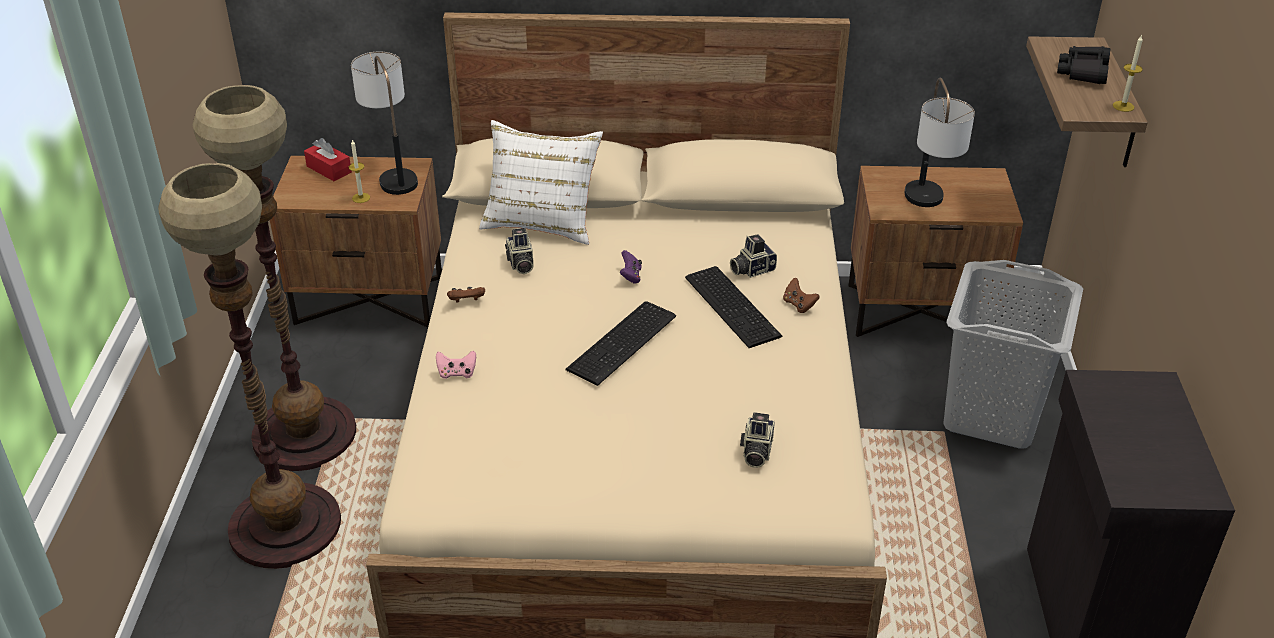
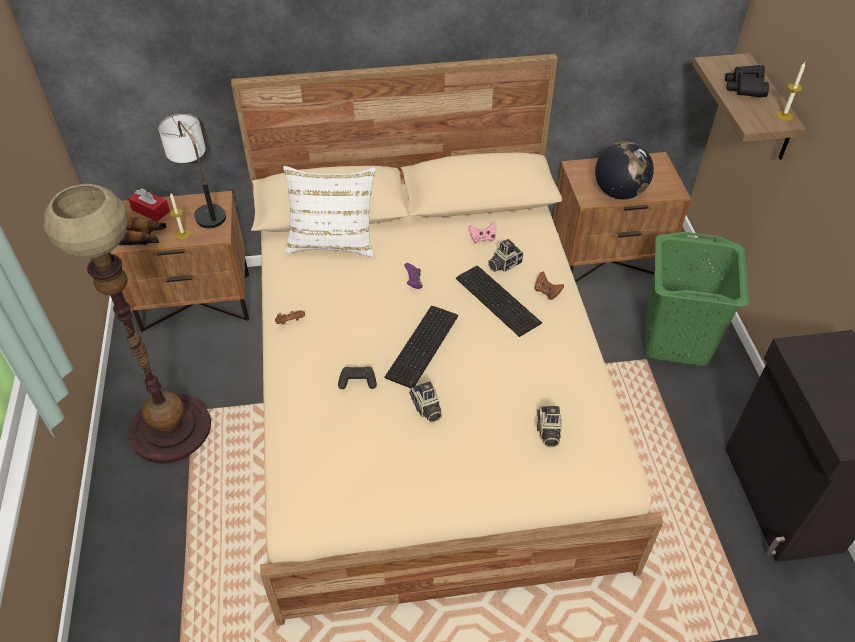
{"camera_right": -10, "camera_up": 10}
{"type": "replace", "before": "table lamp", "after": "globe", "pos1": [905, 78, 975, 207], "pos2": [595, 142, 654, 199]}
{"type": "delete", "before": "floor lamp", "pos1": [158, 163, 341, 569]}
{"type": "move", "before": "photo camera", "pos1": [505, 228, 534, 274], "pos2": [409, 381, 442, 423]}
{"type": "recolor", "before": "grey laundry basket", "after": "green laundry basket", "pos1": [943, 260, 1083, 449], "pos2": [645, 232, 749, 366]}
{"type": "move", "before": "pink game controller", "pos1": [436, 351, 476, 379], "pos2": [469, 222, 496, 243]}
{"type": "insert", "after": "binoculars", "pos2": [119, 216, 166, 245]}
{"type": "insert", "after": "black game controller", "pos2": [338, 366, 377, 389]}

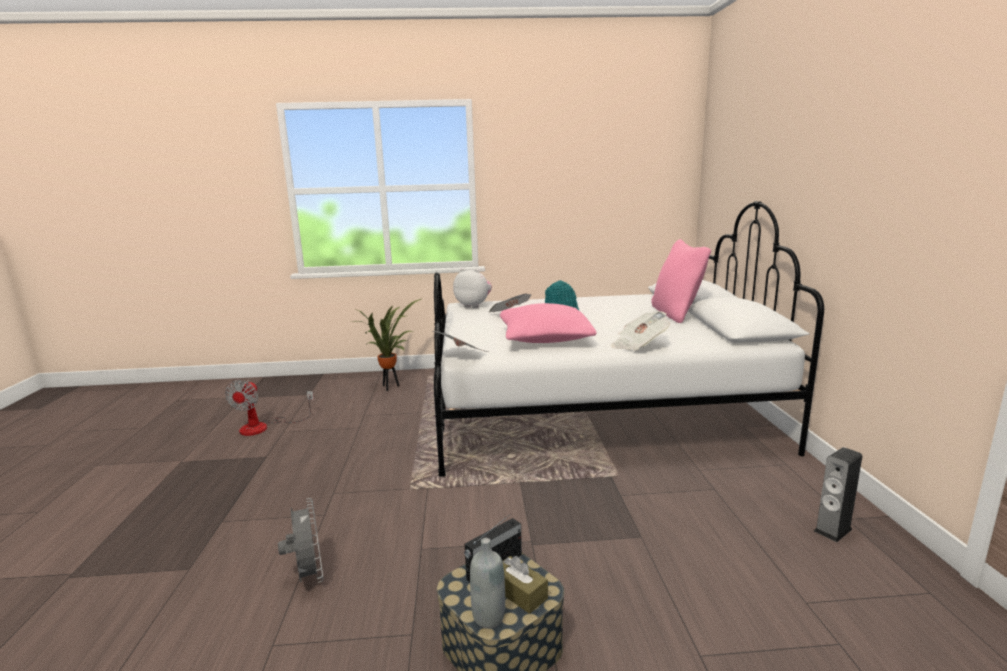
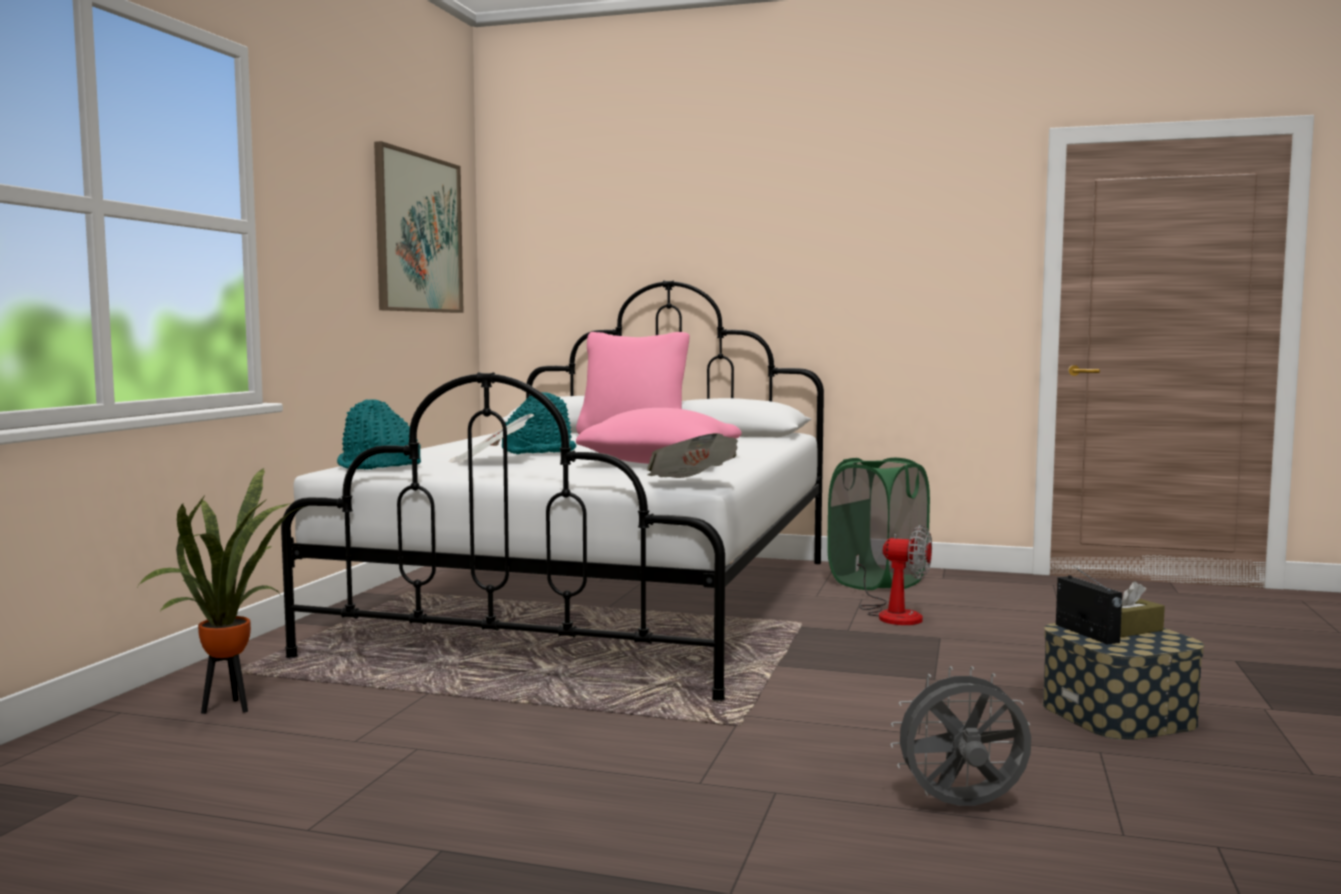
{"camera_right": -70, "camera_up": -10}
{"type": "replace", "before": "plush toy", "after": "turquoise hat", "pos1": [453, 268, 492, 308], "pos2": [337, 399, 421, 470]}
{"type": "delete", "before": "newspaper", "pos1": [611, 311, 670, 351]}
{"type": "move", "before": "fan", "pos1": [225, 380, 314, 436], "pos2": [856, 525, 932, 625]}
{"type": "delete", "before": "speaker", "pos1": [814, 447, 862, 542]}
{"type": "delete", "before": "grey bottle", "pos1": [470, 538, 505, 629]}
{"type": "insert", "after": "picture", "pos2": [374, 141, 464, 313]}
{"type": "insert", "after": "green laundry basket", "pos2": [827, 458, 930, 590]}

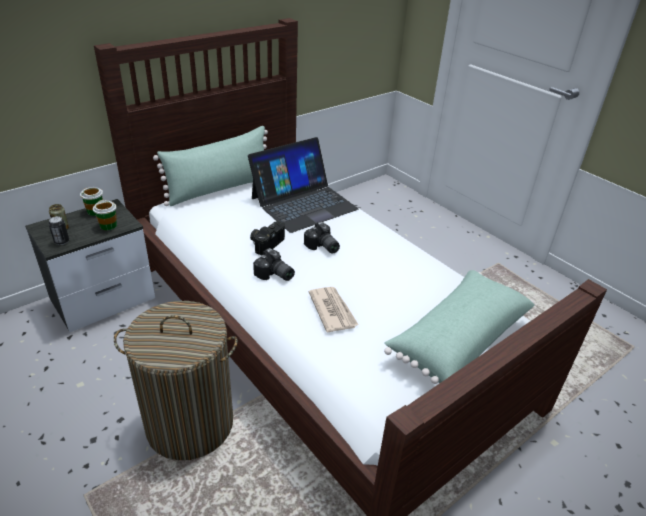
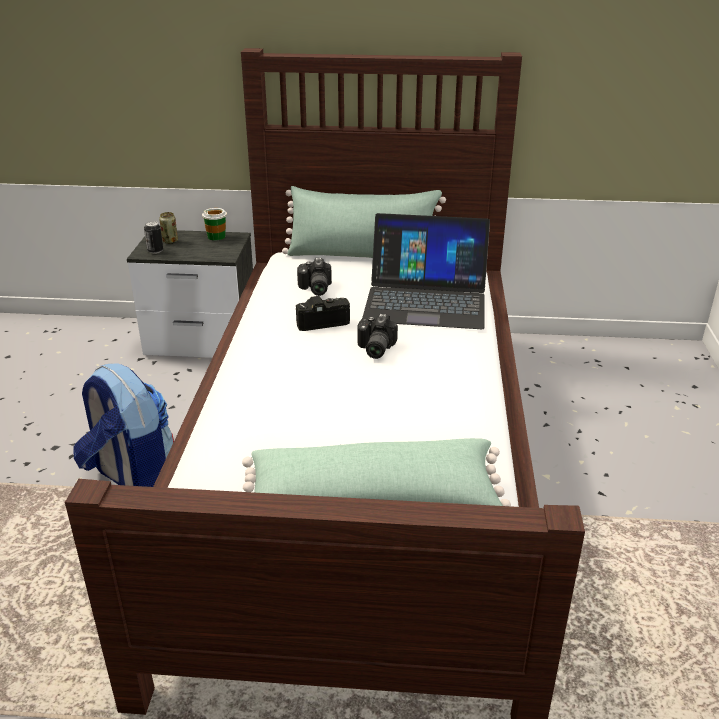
{"camera_right": 45, "camera_up": -5}
{"type": "delete", "before": "cup", "pos1": [93, 200, 117, 230]}
{"type": "move", "before": "photo camera", "pos1": [253, 248, 295, 281], "pos2": [297, 258, 332, 296]}
{"type": "delete", "before": "newspaper", "pos1": [309, 287, 359, 332]}
{"type": "replace", "before": "laundry basket", "after": "backpack", "pos1": [114, 301, 238, 460], "pos2": [73, 363, 174, 487]}

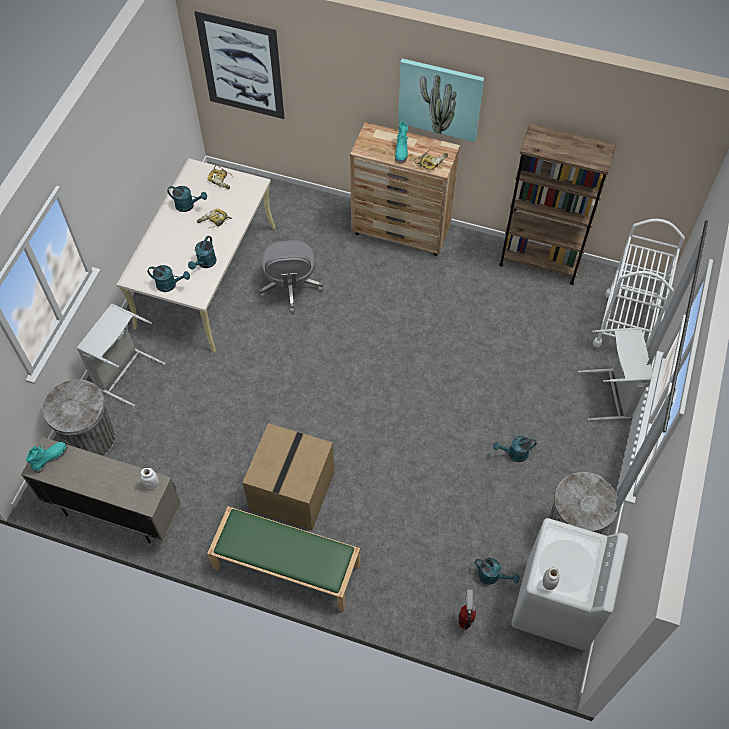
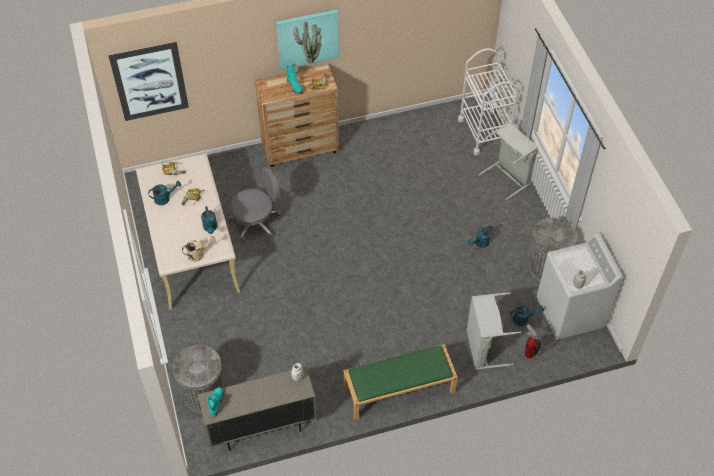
{"camera_right": -35, "camera_up": -5}
{"type": "delete", "before": "brown bookcase", "pos1": [499, 124, 616, 285]}
{"type": "rotate", "before": "grey office chair", "pos1": [259, 240, 323, 313], "pos2": [228, 167, 280, 243], "turn": -75}
{"type": "recolor", "before": "turquoise watering can", "after": "beige watering can", "pos1": [148, 265, 190, 292], "pos2": [182, 236, 216, 262]}
{"type": "move", "before": "grey laundry basket", "pos1": [77, 303, 165, 406], "pos2": [467, 292, 521, 370]}
{"type": "delete", "before": "cardboard box", "pos1": [242, 423, 335, 530]}

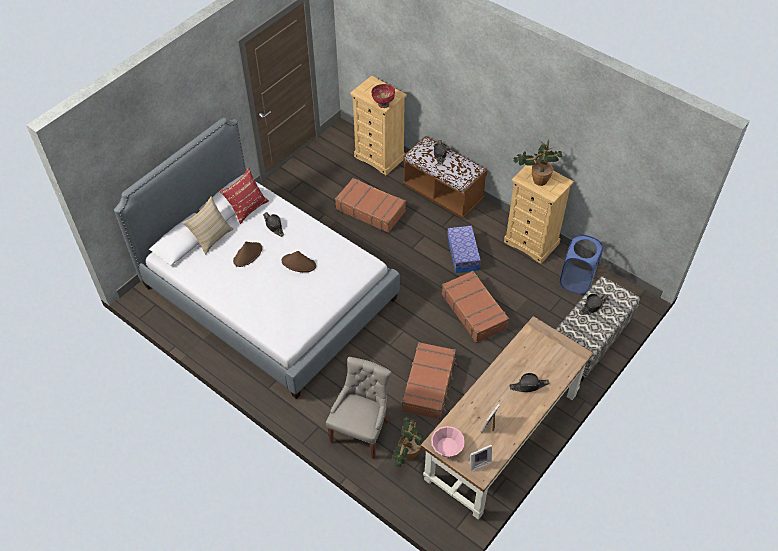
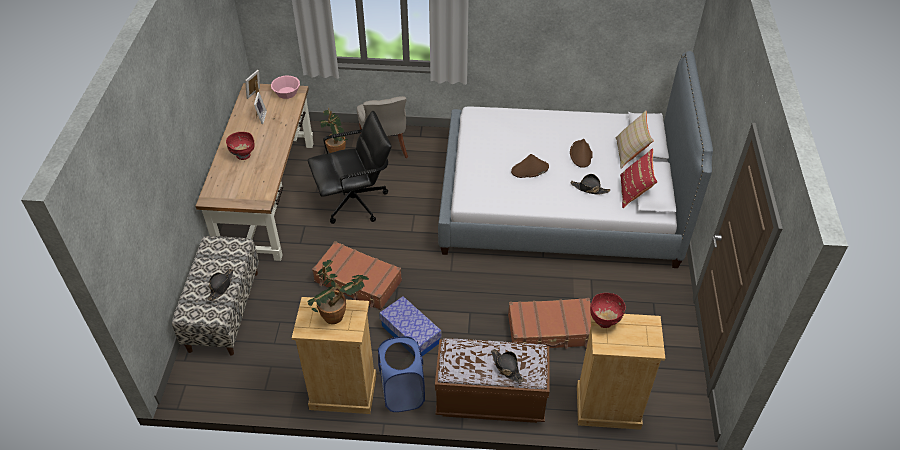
{"camera_right": 145, "camera_up": -5}
{"type": "move", "before": "blue laundry basket", "pos1": [560, 235, 603, 295], "pos2": [378, 336, 425, 412]}
{"type": "replace", "before": "brown suitcase", "after": "black office chair", "pos1": [402, 342, 457, 419], "pos2": [308, 111, 392, 224]}
{"type": "replace", "before": "black hat", "after": "red bowl", "pos1": [509, 373, 549, 392], "pos2": [226, 132, 255, 160]}

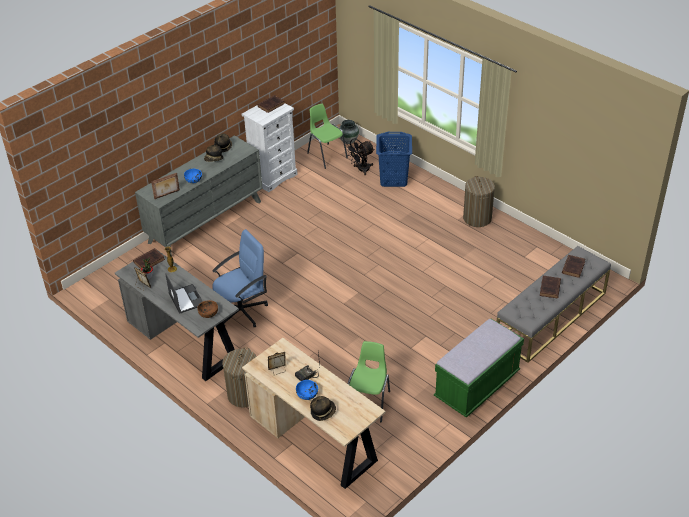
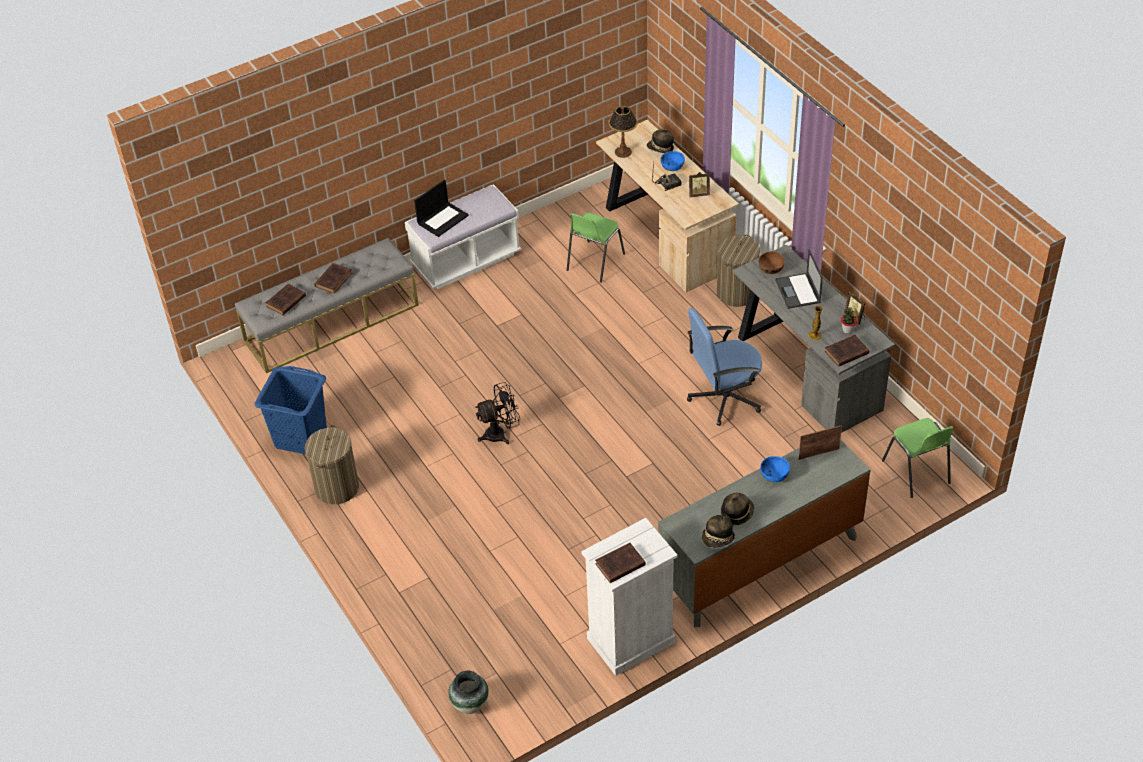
{"camera_right": -165, "camera_up": 5}
{"type": "move", "before": "green chair", "pos1": [307, 104, 348, 169], "pos2": [882, 418, 953, 498]}
{"type": "move", "before": "blue laundry basket", "pos1": [376, 132, 412, 187], "pos2": [254, 366, 327, 454]}
{"type": "move", "before": "black fan", "pos1": [345, 138, 375, 175], "pos2": [475, 382, 520, 444]}
{"type": "recolor", "before": "green bench", "after": "white bench", "pos1": [434, 319, 524, 417], "pos2": [405, 184, 521, 289]}
{"type": "insert", "after": "table lamp", "pos2": [608, 106, 638, 158]}
{"type": "insert", "after": "laptop", "pos2": [414, 179, 469, 237]}

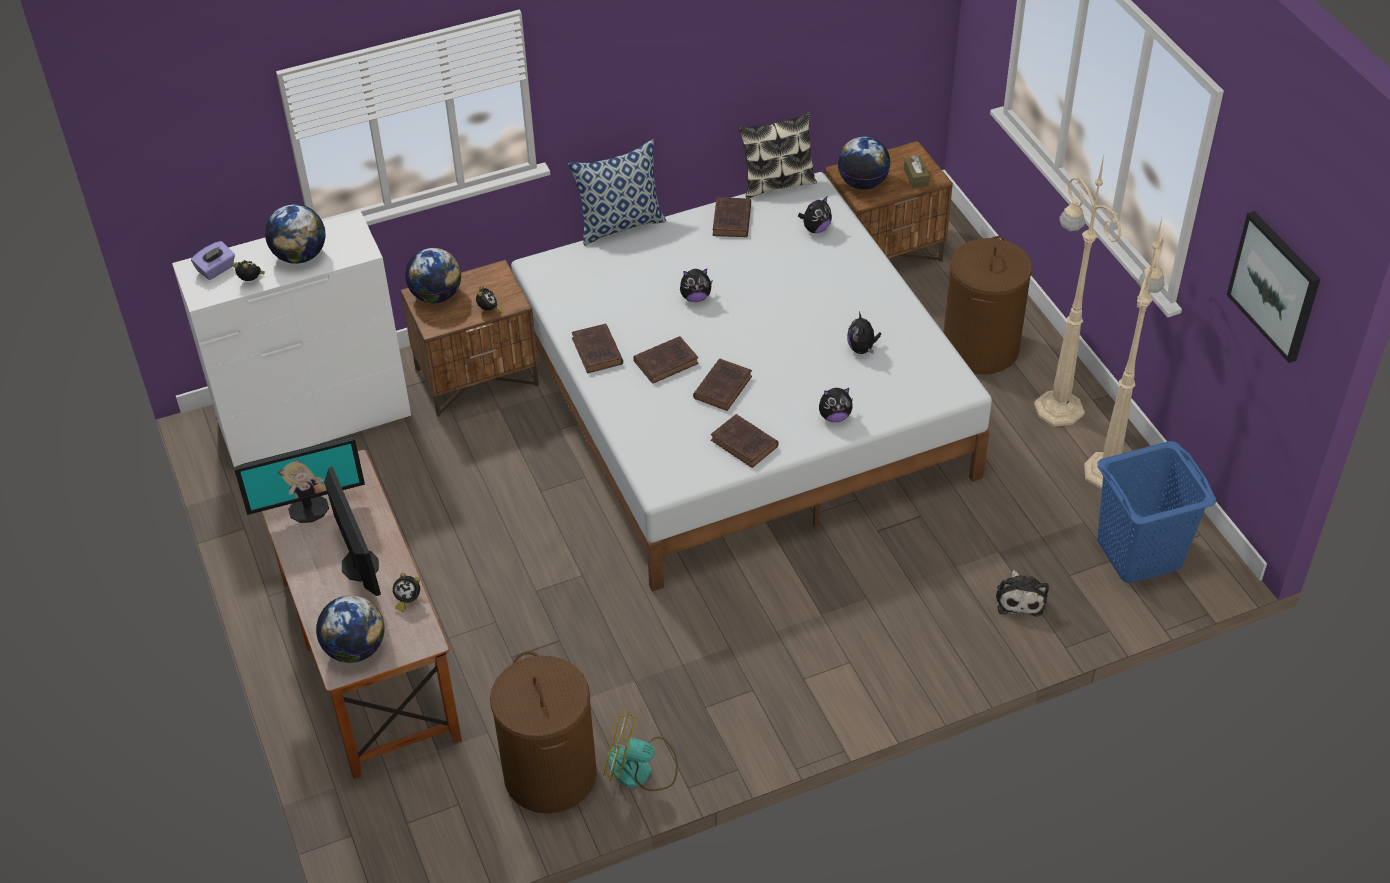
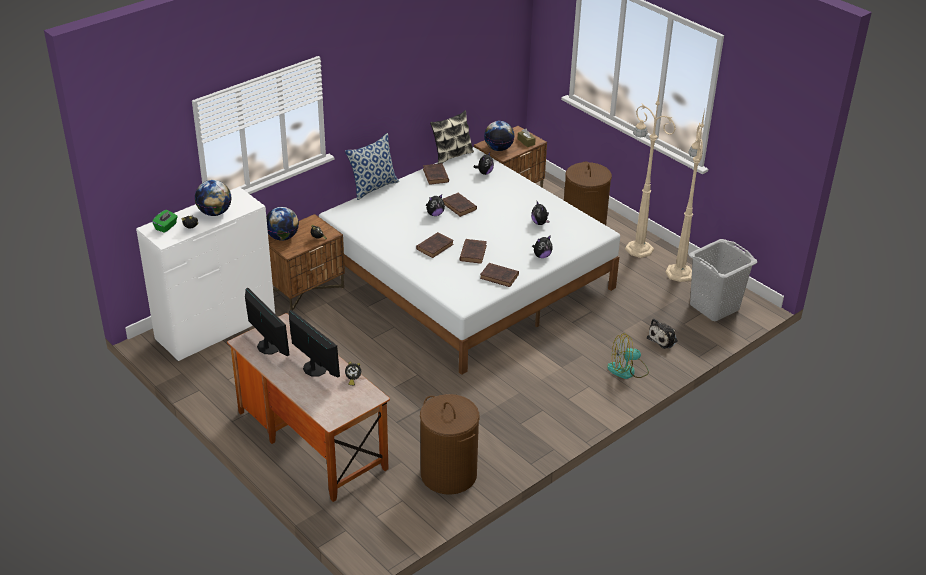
{"camera_right": -20, "camera_up": -10}
{"type": "delete", "before": "picture", "pos1": [1227, 211, 1320, 363]}
{"type": "recolor", "before": "purple tissue box", "after": "green tissue box", "pos1": [191, 241, 235, 280], "pos2": [152, 210, 178, 233]}
{"type": "move", "before": "brown book", "pos1": [572, 324, 623, 373], "pos2": [442, 193, 477, 217]}
{"type": "rotate", "before": "monitor", "pos1": [234, 437, 365, 523], "pos2": [245, 288, 290, 356], "turn": -90}
{"type": "recolor", "before": "blue laundry basket", "after": "grey laundry basket", "pos1": [1097, 441, 1216, 583], "pos2": [689, 239, 758, 321]}
{"type": "rotate", "before": "plush toy", "pos1": [995, 570, 1049, 617], "pos2": [647, 319, 678, 349], "turn": 60}
{"type": "delete", "before": "globe", "pos1": [316, 595, 384, 663]}
{"type": "move", "before": "fan", "pos1": [603, 710, 678, 791], "pos2": [607, 333, 649, 379]}

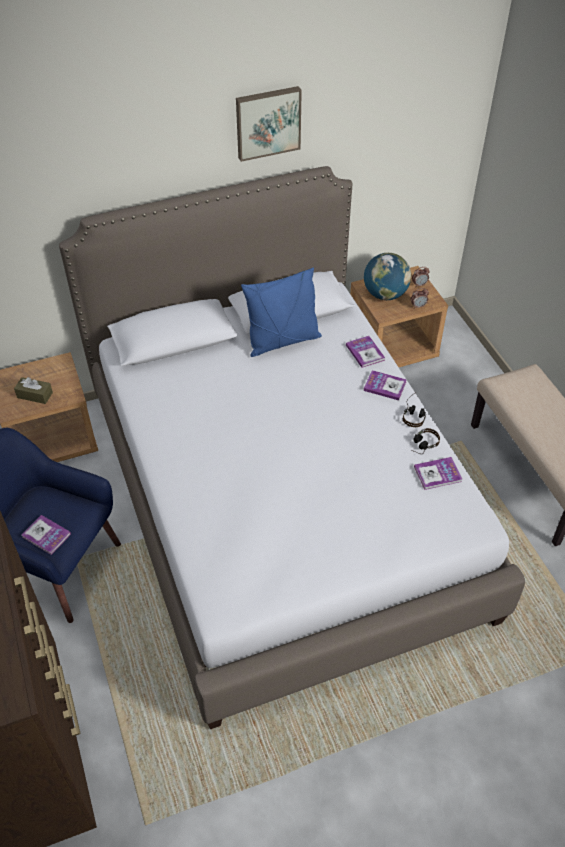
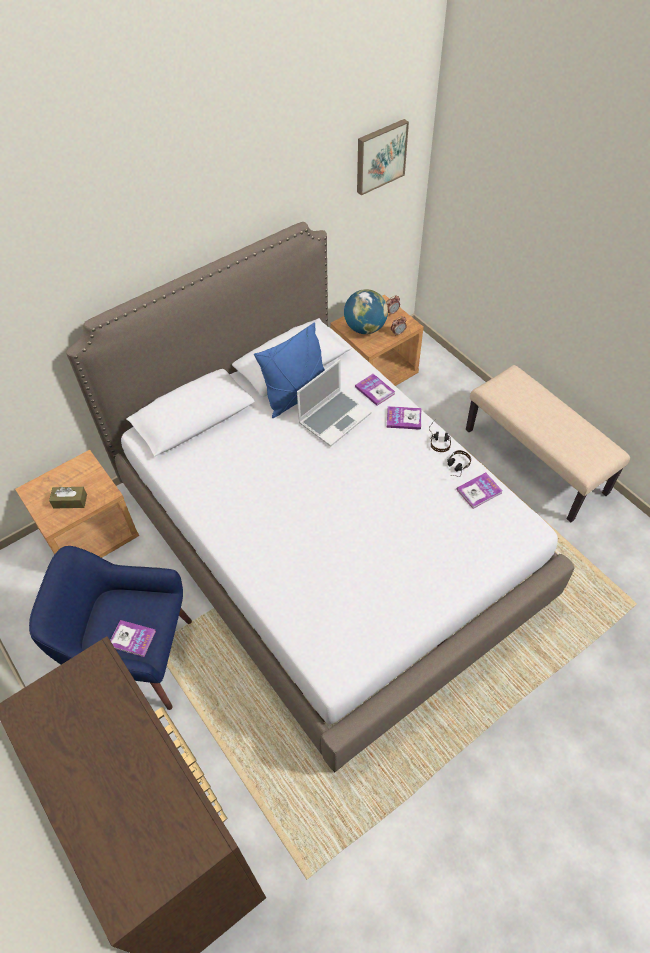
{"camera_right": -15, "camera_up": 5}
{"type": "move", "before": "picture", "pos1": [236, 86, 302, 162], "pos2": [357, 119, 409, 195]}
{"type": "insert", "after": "laptop", "pos2": [297, 359, 371, 447]}

